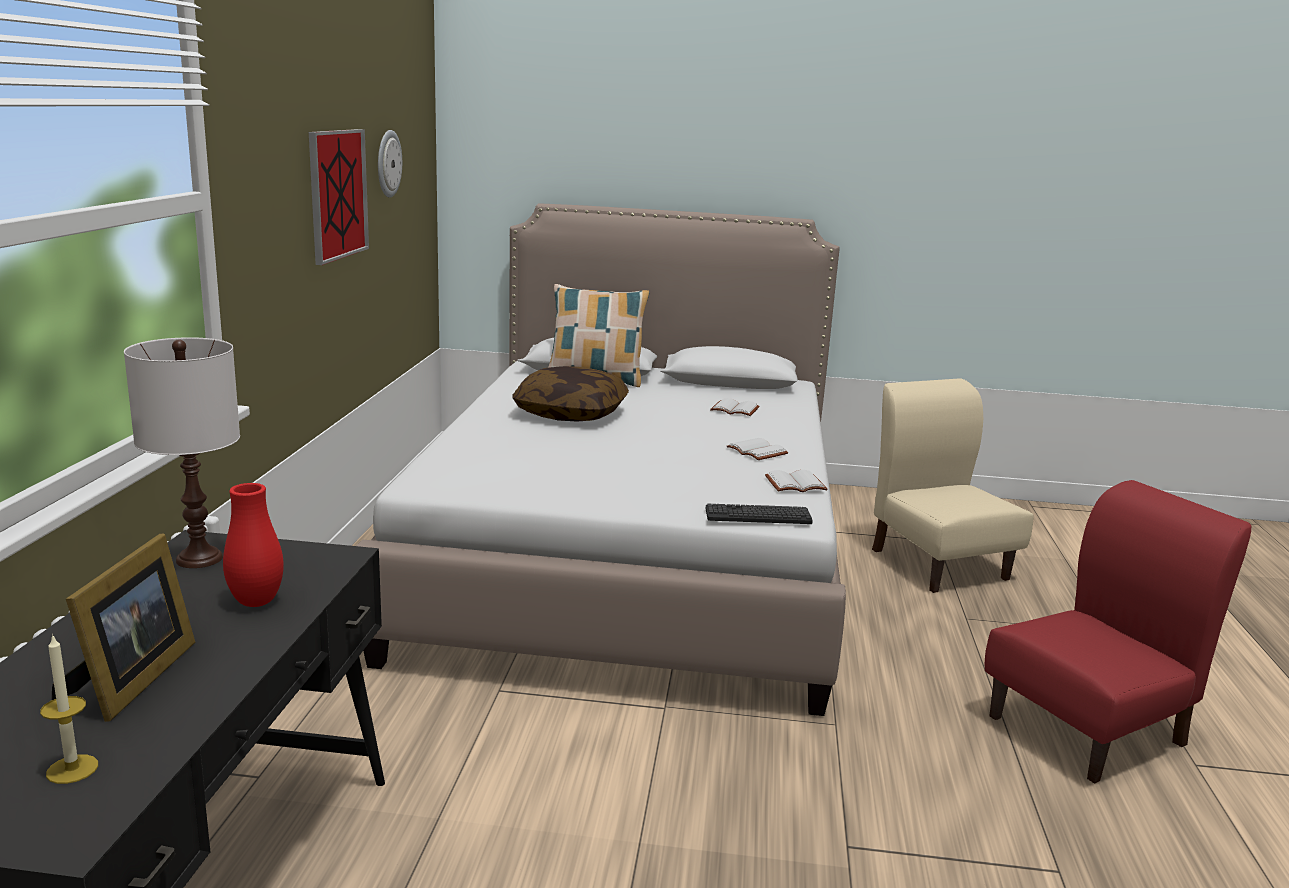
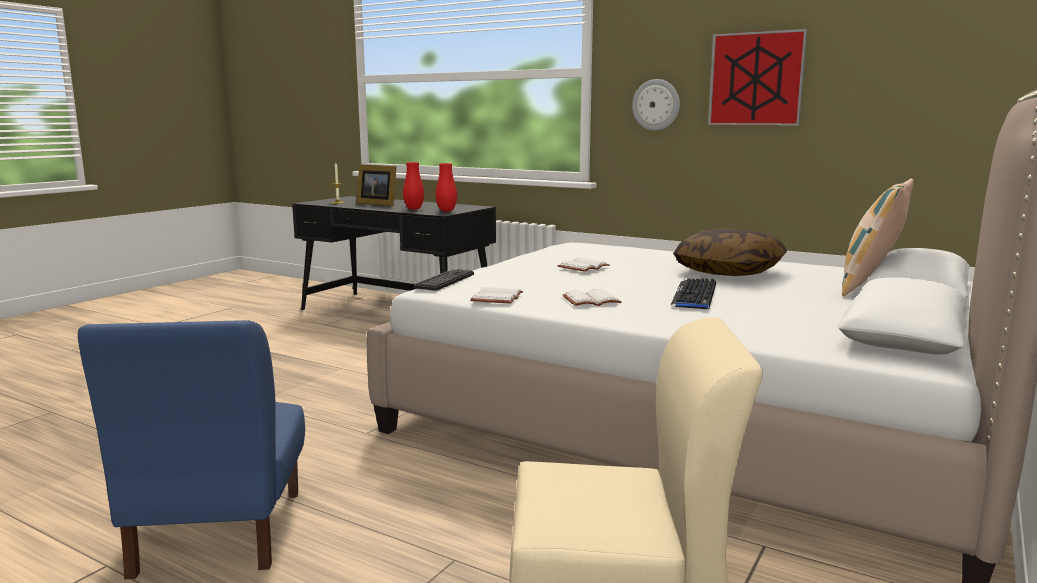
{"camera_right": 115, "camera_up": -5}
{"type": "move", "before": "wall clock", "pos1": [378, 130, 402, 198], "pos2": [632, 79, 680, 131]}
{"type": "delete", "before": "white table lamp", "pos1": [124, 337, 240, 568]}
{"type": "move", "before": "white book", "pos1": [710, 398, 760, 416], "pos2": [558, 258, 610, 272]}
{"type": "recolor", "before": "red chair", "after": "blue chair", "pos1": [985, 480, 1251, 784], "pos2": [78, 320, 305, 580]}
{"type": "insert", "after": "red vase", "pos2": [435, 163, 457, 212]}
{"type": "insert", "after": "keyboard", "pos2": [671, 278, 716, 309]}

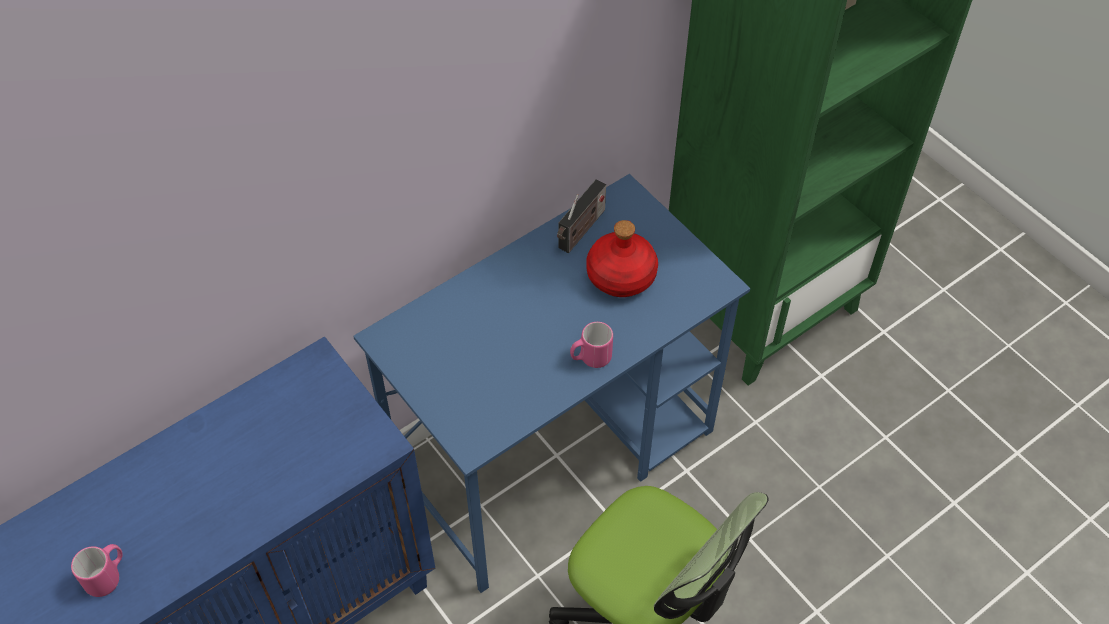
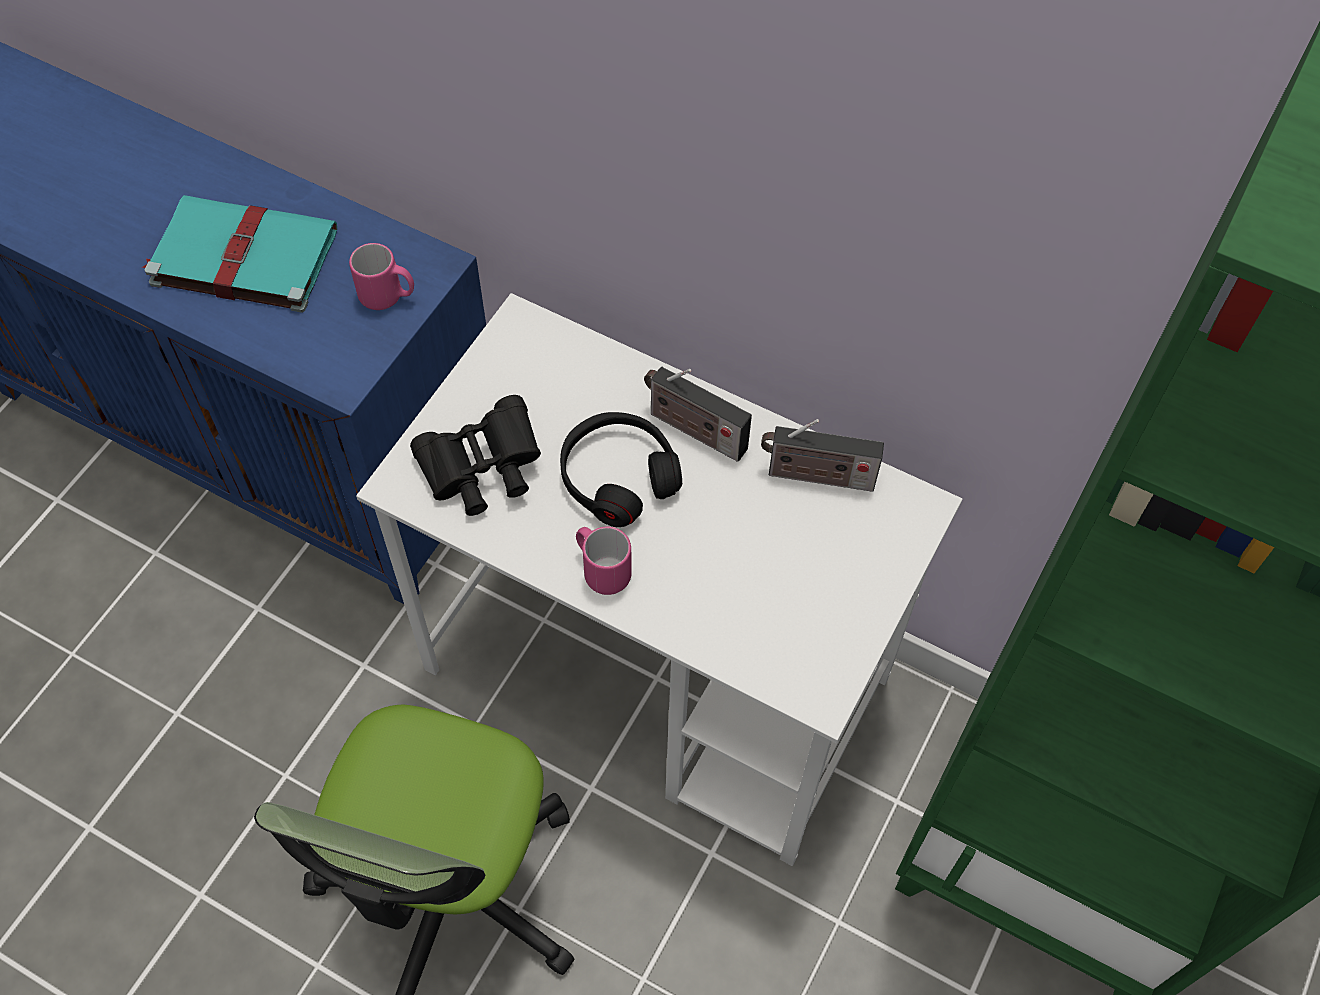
{"camera_right": 65, "camera_up": 5}
{"type": "recolor", "before": "blue desk", "after": "white desk", "pos1": [353, 174, 750, 593], "pos2": [356, 293, 963, 866]}
{"type": "delete", "before": "red bottle", "pos1": [586, 220, 658, 297]}
{"type": "move", "before": "pink mug", "pos1": [71, 544, 123, 597], "pos2": [349, 243, 414, 310]}
{"type": "insert", "after": "turquoise book", "pos2": [142, 195, 337, 313]}
{"type": "insert", "after": "radio", "pos2": [644, 367, 752, 462]}
{"type": "insert", "after": "black binoculars", "pos2": [410, 395, 541, 516]}
{"type": "insert", "after": "black headphones", "pos2": [560, 412, 682, 527]}

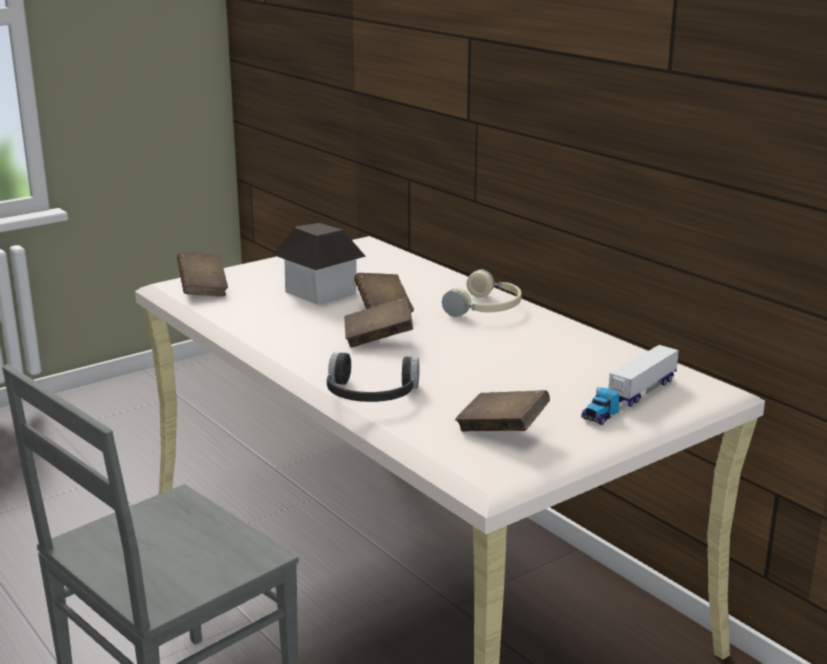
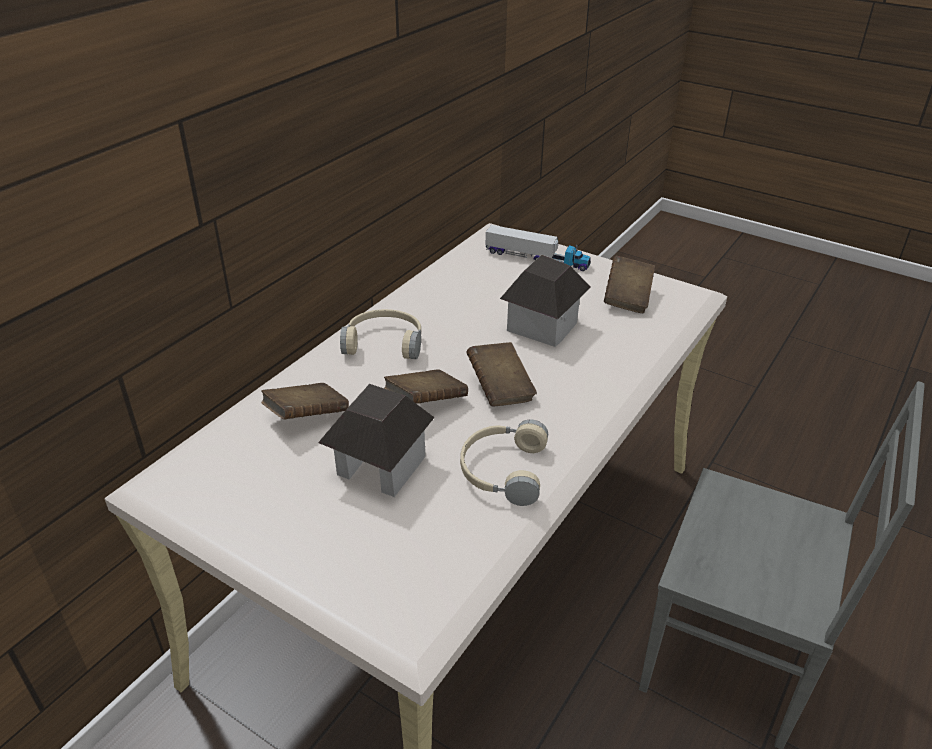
{"camera_right": -110, "camera_up": 15}
{"type": "move", "before": "brown book", "pos1": [177, 252, 228, 296], "pos2": [261, 383, 349, 420]}
{"type": "delete", "before": "black headphones", "pos1": [327, 352, 420, 402]}
{"type": "insert", "after": "toy house", "pos2": [500, 255, 591, 347]}
{"type": "insert", "after": "beige headphones", "pos2": [460, 419, 548, 506]}

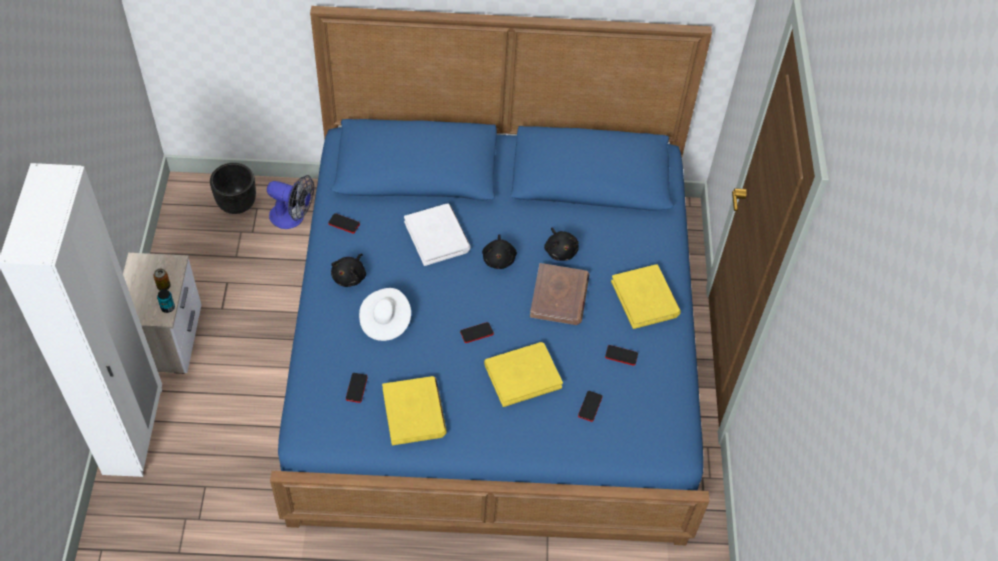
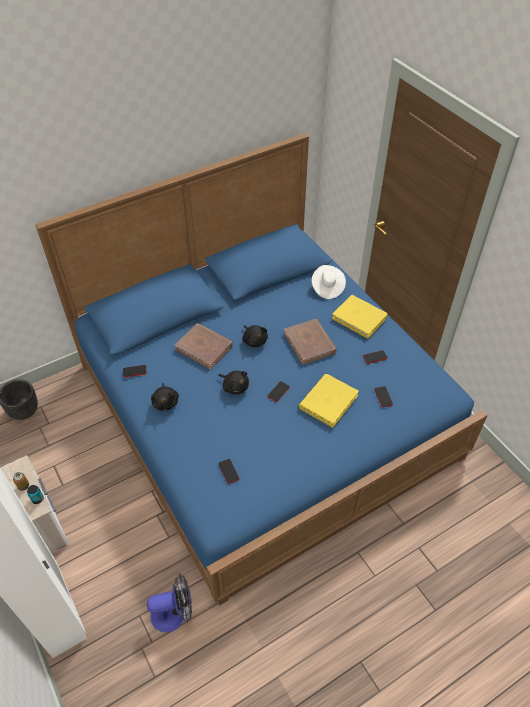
{"camera_right": -30, "camera_up": -5}
{"type": "move", "before": "fan", "pos1": [267, 175, 314, 229], "pos2": [147, 574, 192, 632]}
{"type": "recolor", "before": "white book", "after": "brown book", "pos1": [404, 203, 471, 266], "pos2": [175, 323, 233, 370]}
{"type": "move", "before": "black plush toy", "pos1": [544, 228, 579, 261], "pos2": [218, 371, 249, 395]}
{"type": "move", "before": "white hat", "pos1": [359, 288, 411, 341], "pos2": [312, 265, 346, 299]}
{"type": "delete", "before": "yellow book", "pos1": [382, 376, 447, 445]}

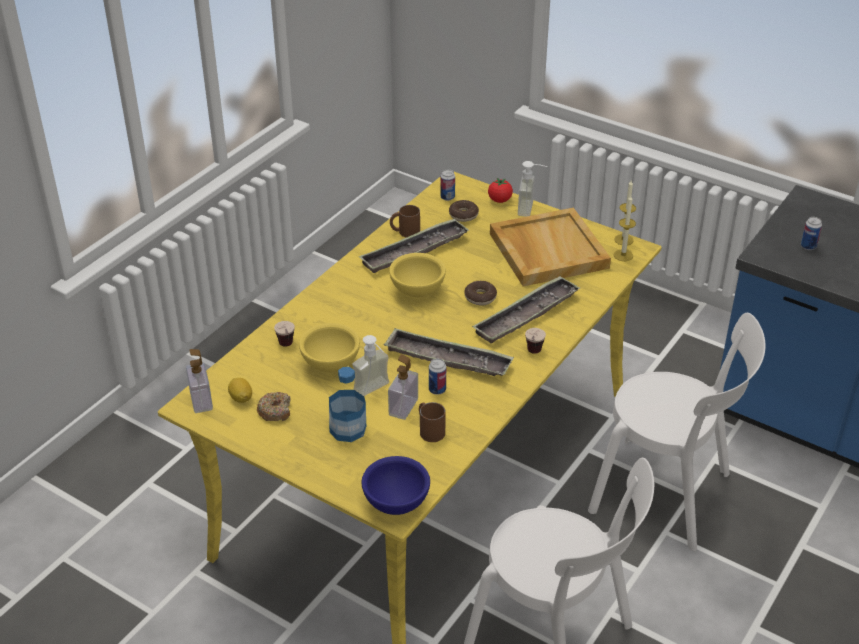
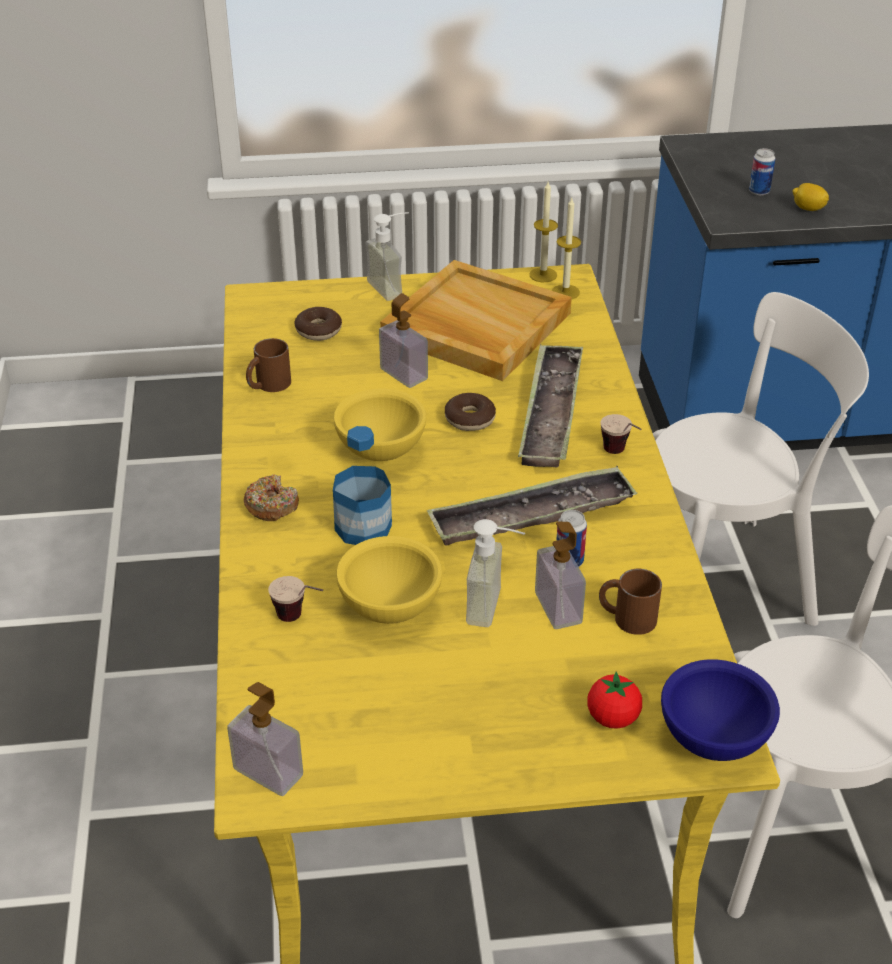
{"camera_right": -40, "camera_up": 0}
{"type": "delete", "before": "can", "pos1": [440, 169, 455, 201]}
{"type": "move", "before": "tomato", "pos1": [488, 178, 513, 203], "pos2": [587, 671, 642, 729]}
{"type": "delete", "before": "tray", "pos1": [359, 218, 469, 273]}
{"type": "move", "before": "bottle", "pos1": [329, 367, 366, 442], "pos2": [333, 426, 392, 545]}
{"type": "move", "before": "lemon", "pos1": [228, 378, 252, 403], "pos2": [793, 183, 829, 211]}
{"type": "move", "before": "donut", "pos1": [257, 392, 291, 421], "pos2": [244, 475, 299, 521]}
{"type": "insert", "after": "soap dispenser", "pos2": [379, 293, 428, 388]}

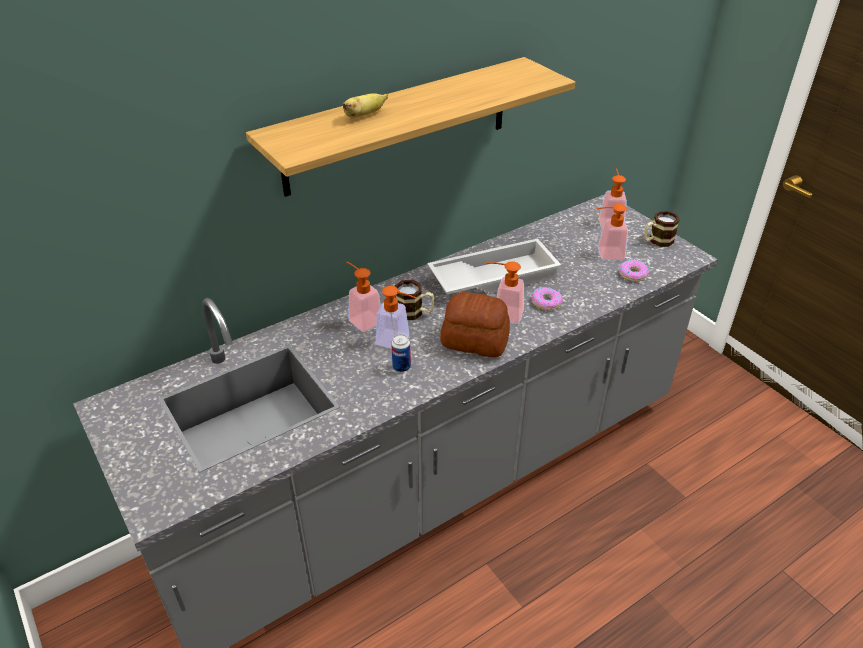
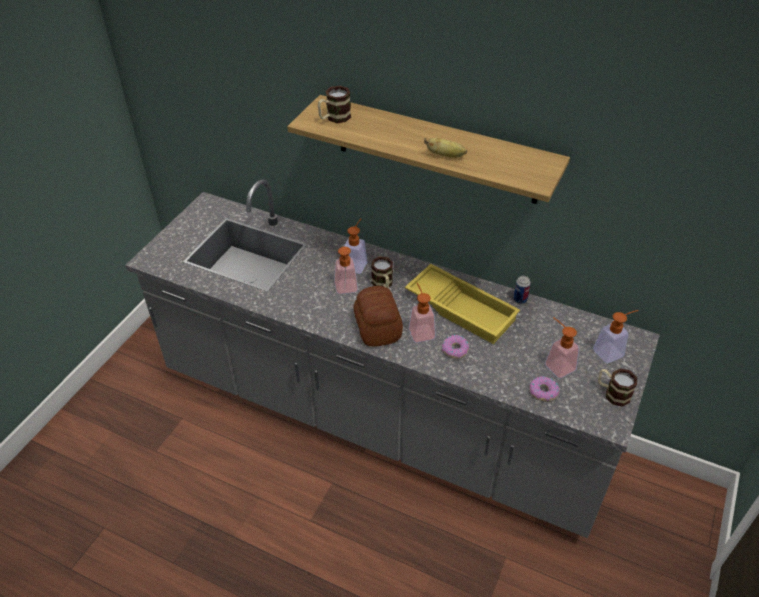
{"camera_right": 60, "camera_up": 5}
{"type": "move", "before": "banana", "pos1": [343, 93, 388, 118], "pos2": [424, 138, 467, 158]}
{"type": "recolor", "before": "white tray", "after": "yellow tray", "pos1": [427, 238, 561, 294], "pos2": [405, 264, 520, 344]}
{"type": "move", "before": "can", "pos1": [391, 334, 411, 372], "pos2": [513, 276, 531, 304]}
{"type": "insert", "after": "mug", "pos2": [318, 86, 351, 123]}

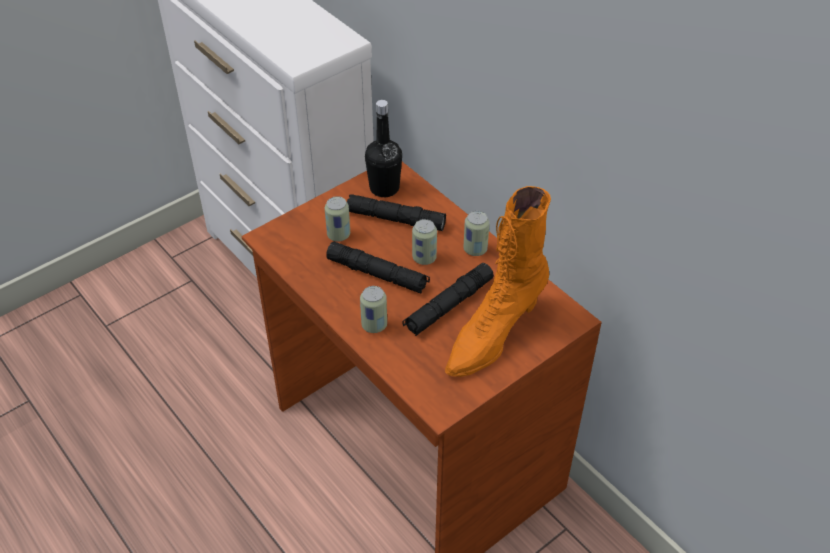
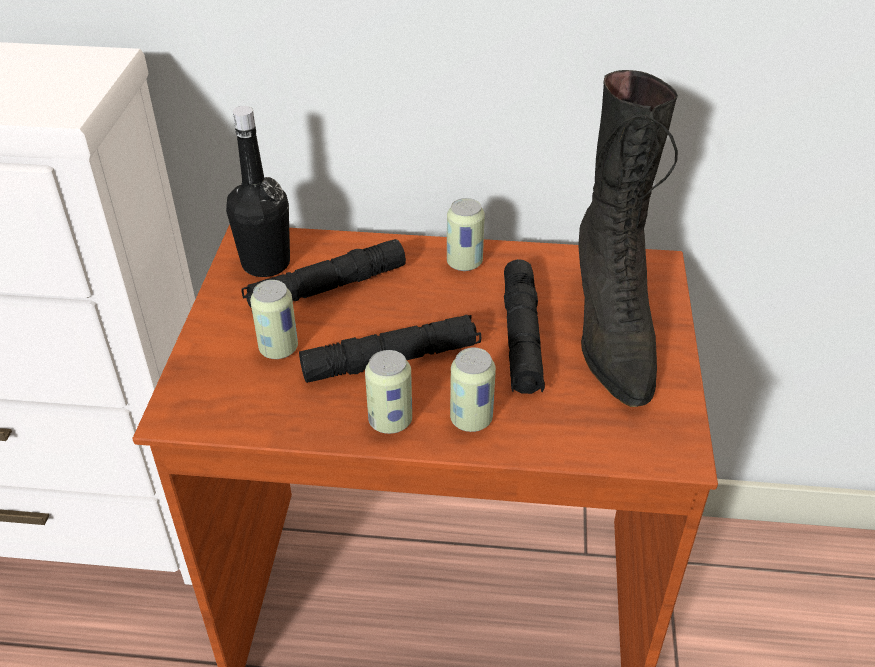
{"camera_right": -45, "camera_up": -5}
{"type": "recolor", "before": "orange boot", "after": "black boot", "pos1": [445, 186, 551, 377], "pos2": [578, 70, 678, 407]}
{"type": "move", "before": "can", "pos1": [412, 219, 437, 265], "pos2": [365, 350, 412, 434]}

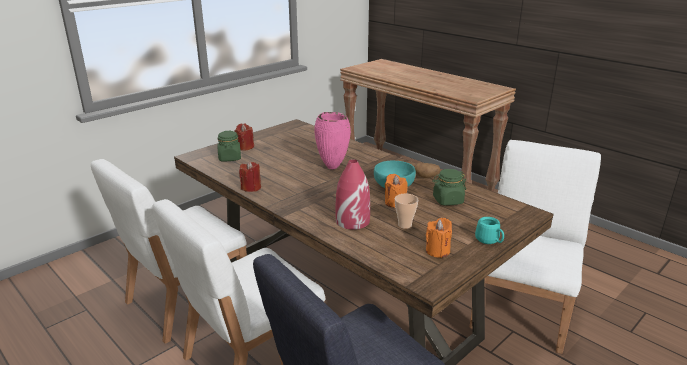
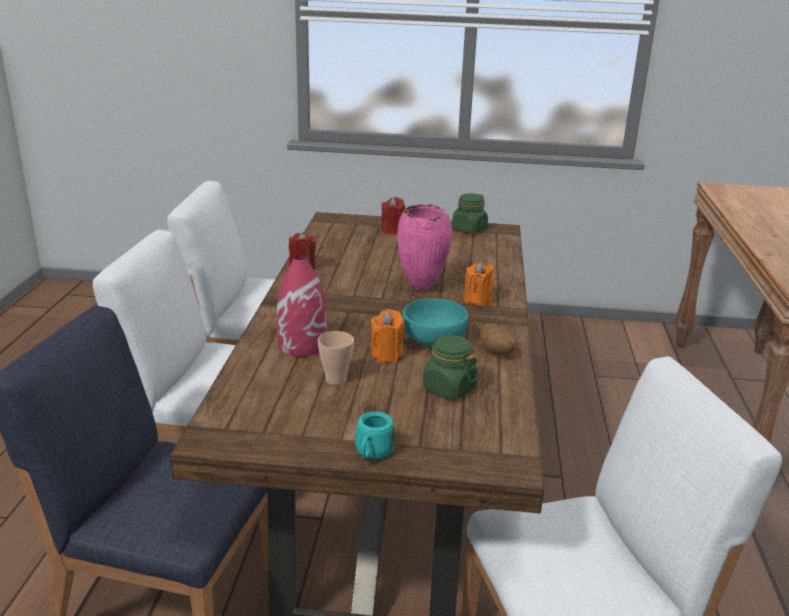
{"camera_right": 50, "camera_up": 0}
{"type": "move", "before": "green jar", "pos1": [217, 131, 241, 161], "pos2": [452, 193, 488, 234]}
{"type": "move", "before": "orange candle", "pos1": [426, 218, 452, 258], "pos2": [464, 261, 494, 306]}

